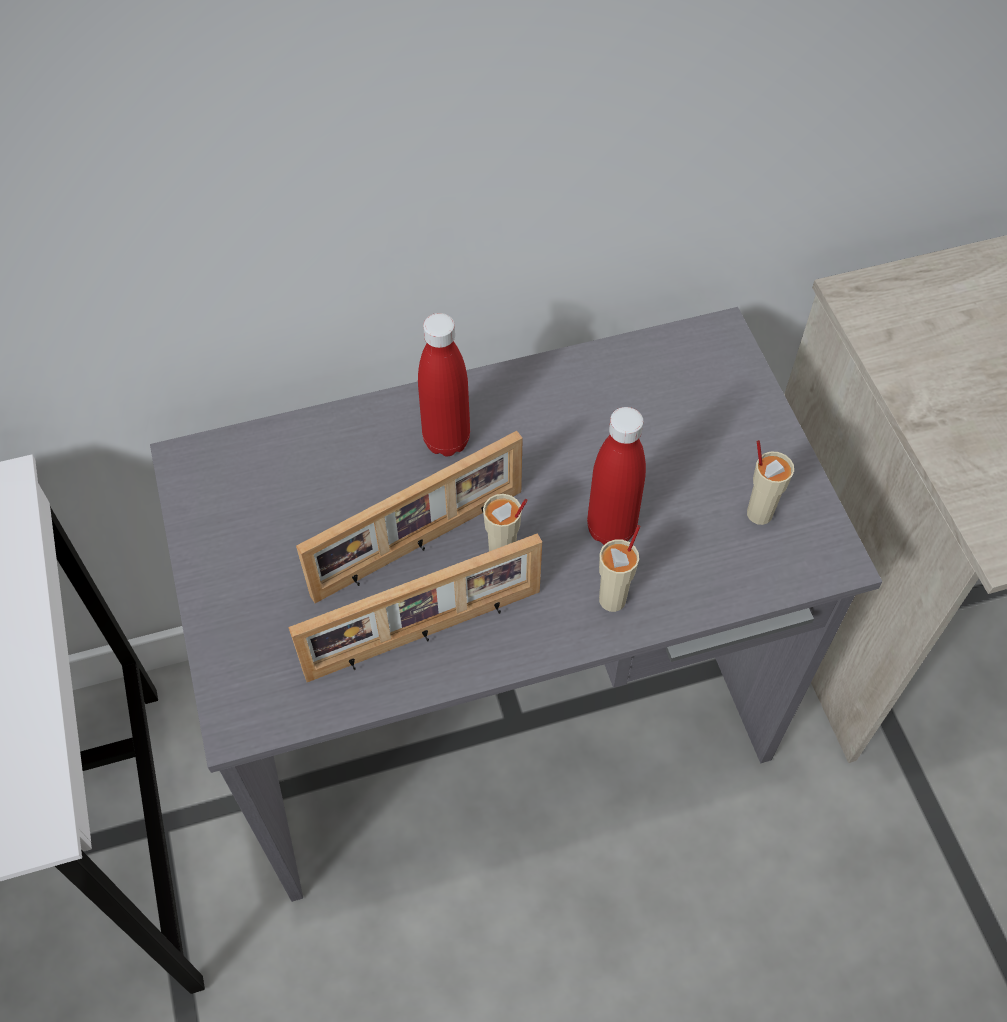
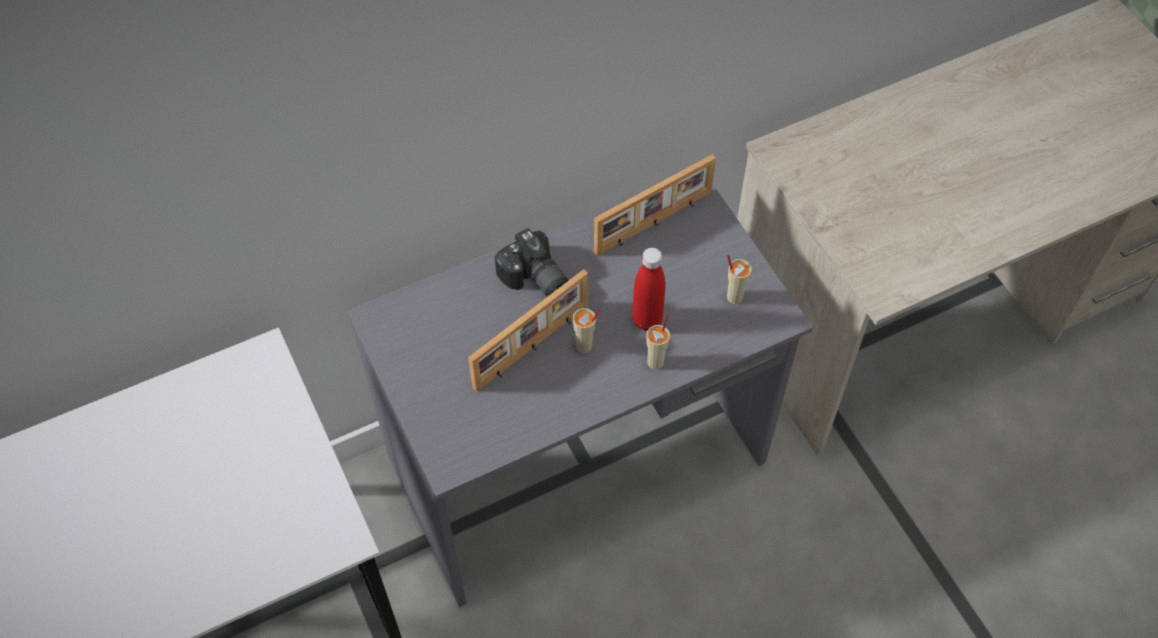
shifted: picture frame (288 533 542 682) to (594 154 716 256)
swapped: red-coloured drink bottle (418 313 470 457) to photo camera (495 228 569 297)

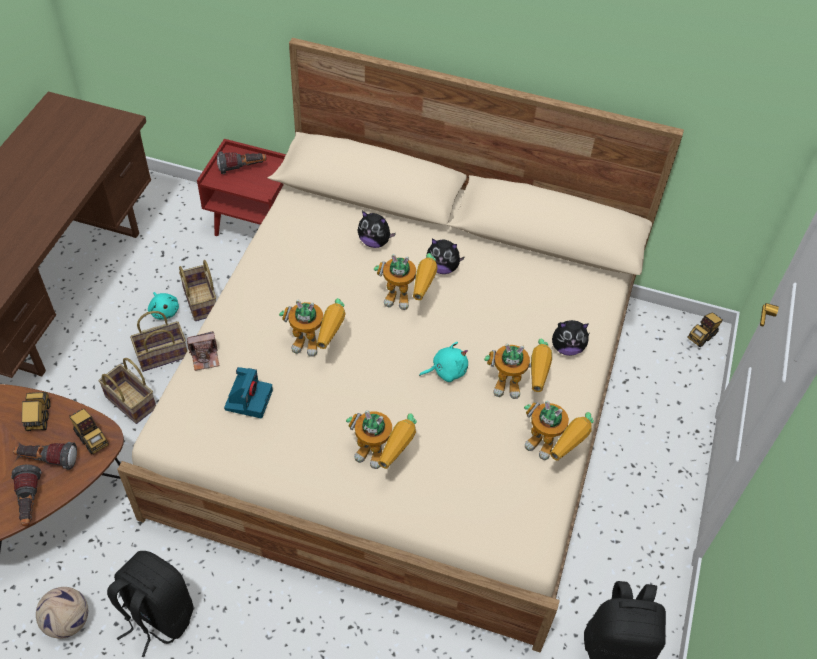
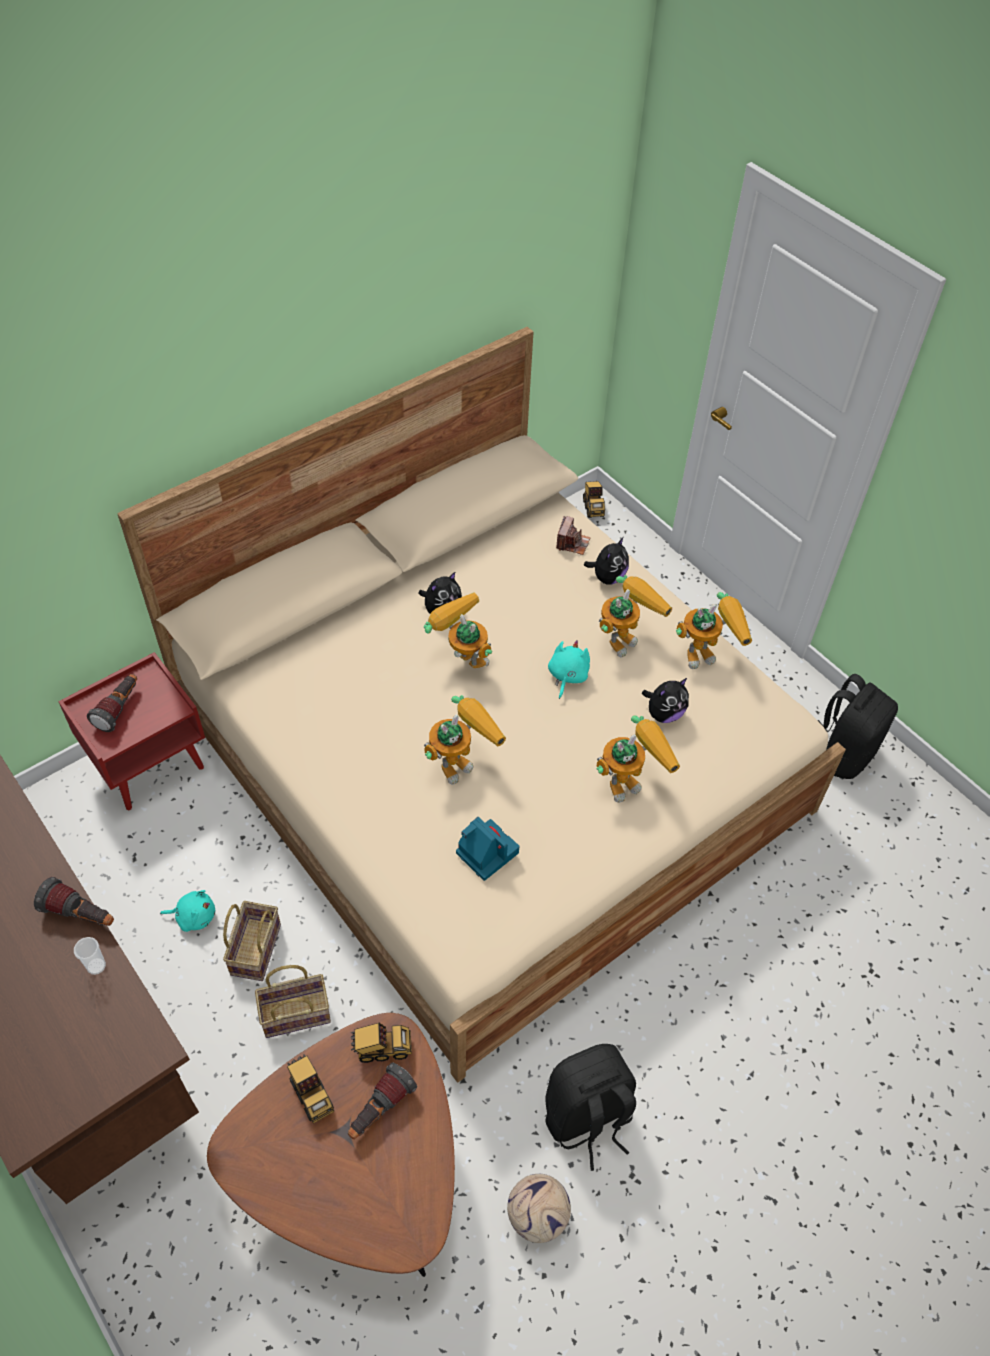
gone: storage basket (179 260 216 321)
new: small cup (74 937 106 975)
shifted: cuddly toy (357 211 396 248) to (642 678 689 723); photo camera (187 331 219 371) to (556 516 591 555); flashlight (11 464 42 526) to (34 877 114 926)
rotated: model robot (374 253 438 310) = (424 593 492 668) 90 degrees counterclockwise; model truck (22 392 50 431) = (287 1054 334 1124) 150 degrees counterclockwise

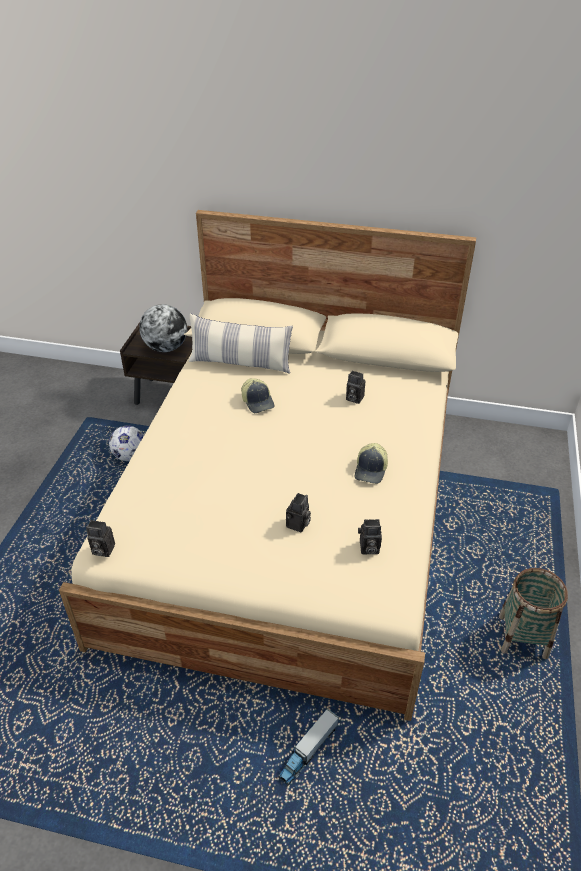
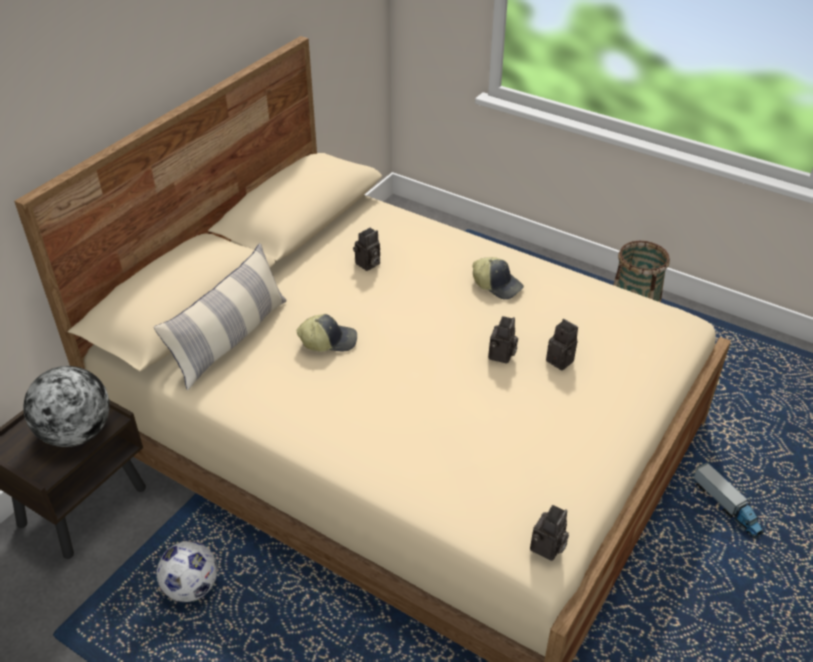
shifted: photo camera (358 519 382 554) to (488 316 518 364)

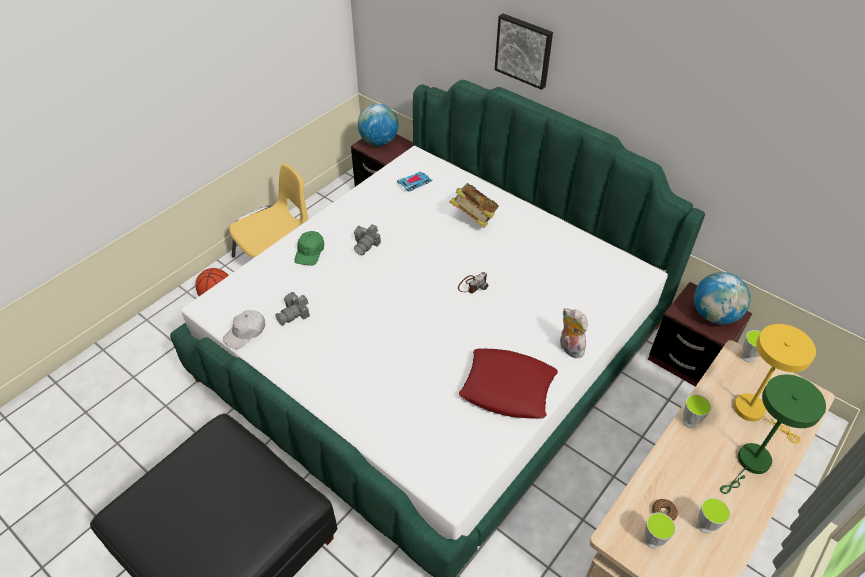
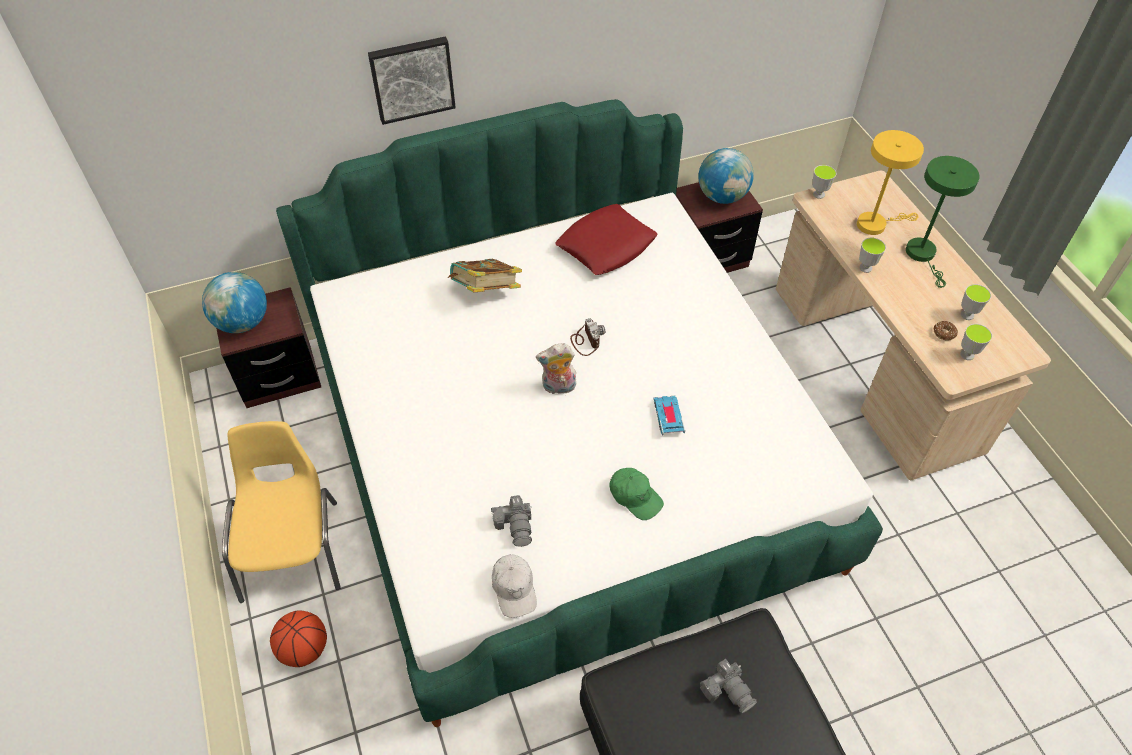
shifted: model car (397 172 432 191) to (653 396 685 435); photo camera (354 224 381 255) to (700 659 757 713); green-coloured baseball cap (294 231 324 266) to (609 468 664 520); cuddly toy (560 308 588 358) to (536 343 576 394); red-coloured cushion (459 349 558 419) to (556 204 658 275)

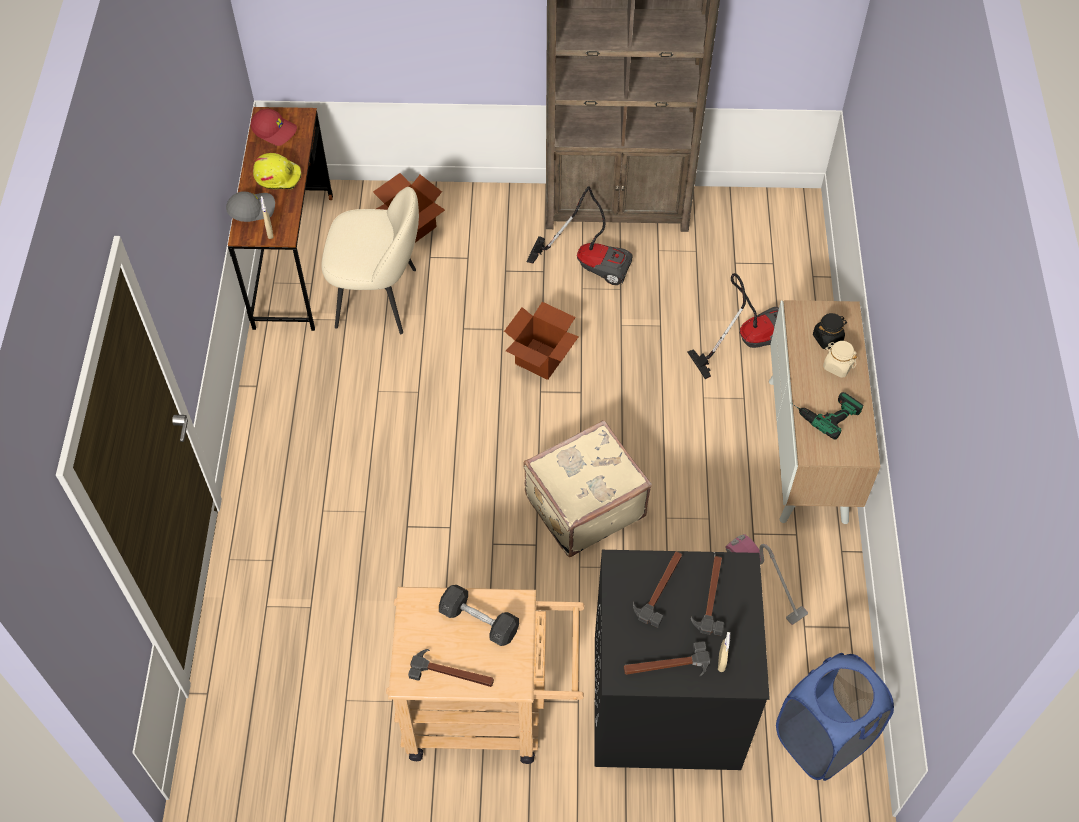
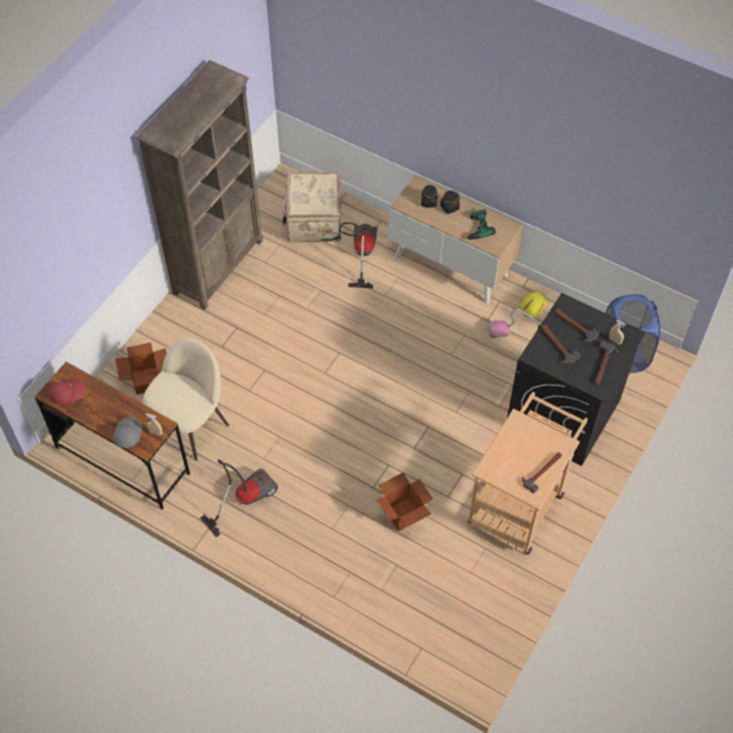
gone: grey dumbbell (439 585 519 646)
shifted: yellow-coloured safety helmet (253 153 301 189) to (519 291 547 317); vacuum cleaner (527 186 633 285) to (200 459 278 538); cardboard box (504 302 579 380) to (377 473 433 531); sand-coloured piece of luggage (523 420 652 557) to (283 172 342 242)
repainted: sand-coloured jar (823 341 857 378) to black jar (440 190 460 214)

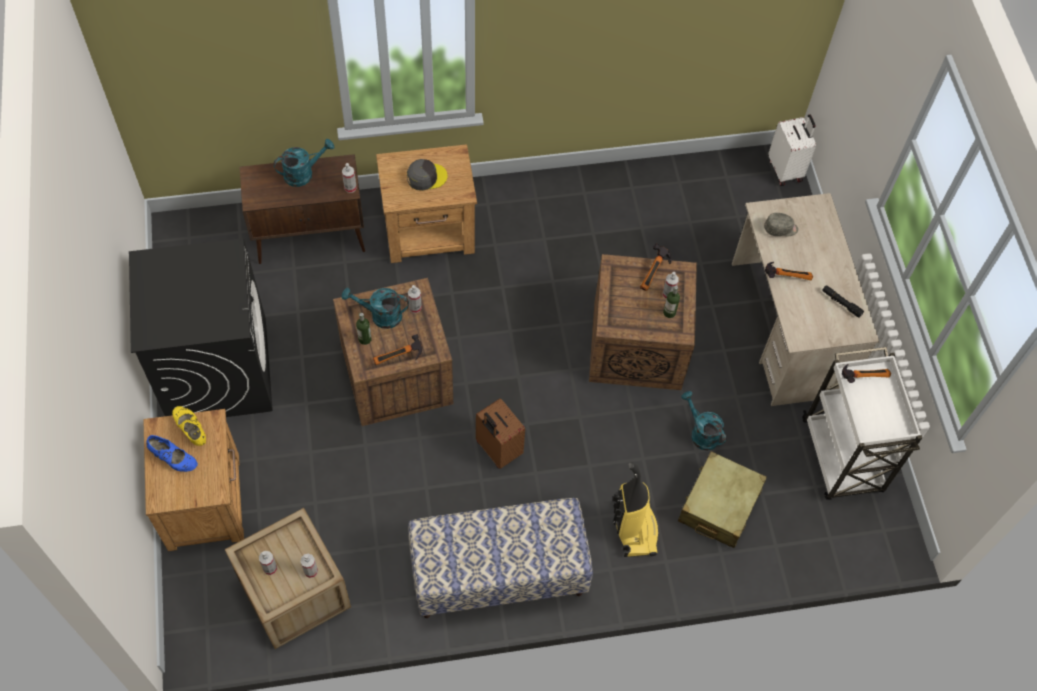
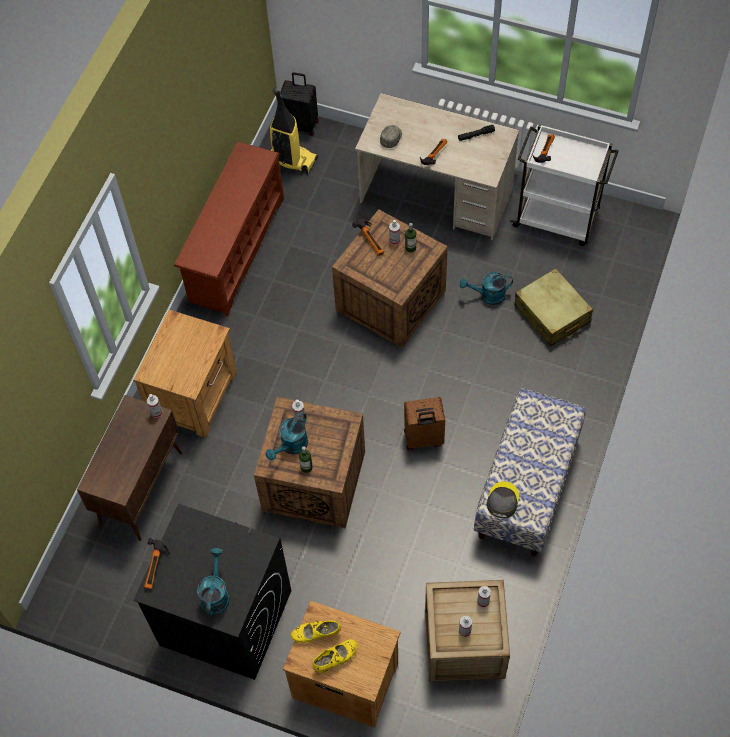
new: brownish shoe shelf (174 141 284 316)
shifted: turquoise-coloured watering pot (273 139 334 187) to (197 548 229 616); grey baseball cap (407 159 448 191) to (487 481 519 518); hand hammer (373 334 422 365) to (144 538 170 590); vacuum cleaner (613 462 659 557) to (270 88 318 175)
repainted: whitish piece of luggage (768 114 816 186) to black piece of luggage (280 72 318 136); bluish item of footwear (146 435 198 472) to yellow-coloured item of footwear (313 639 358 673)

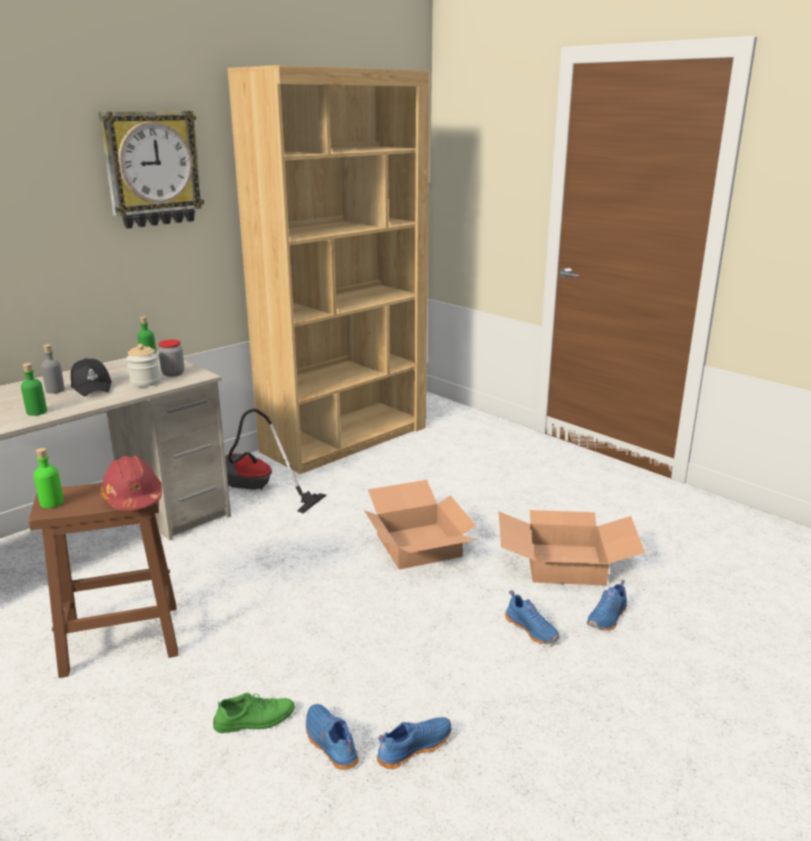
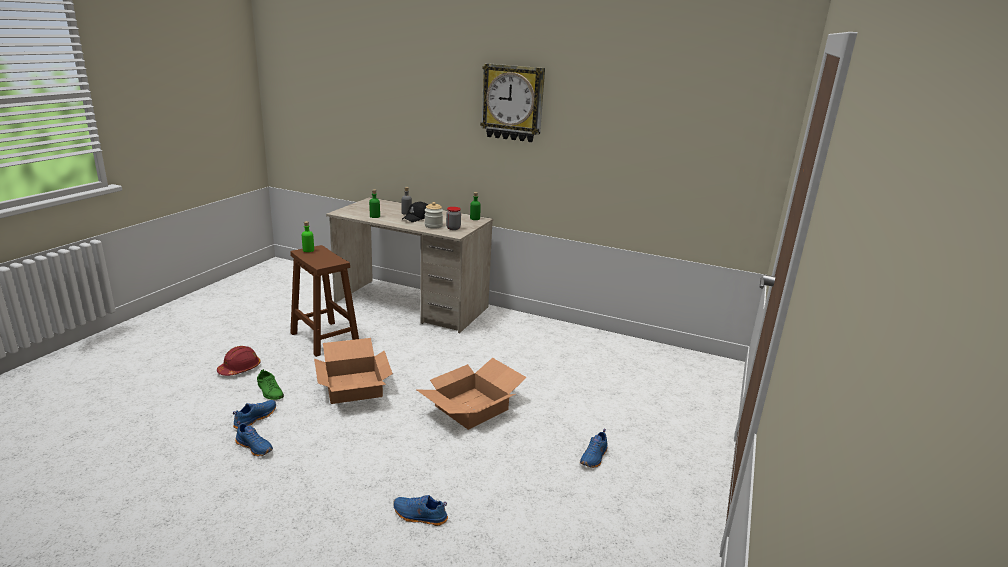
gone: brownish bookcase (227 65 430 474); vacuum cleaner (225 409 326 513)
shifted: red-coloured safety helmet (100 456 162 510) to (217 346 261 376); cardboard box (498 510 645 586) to (314 338 393 404); bluish item of footwear (505 590 559 644) to (580 428 608 468)

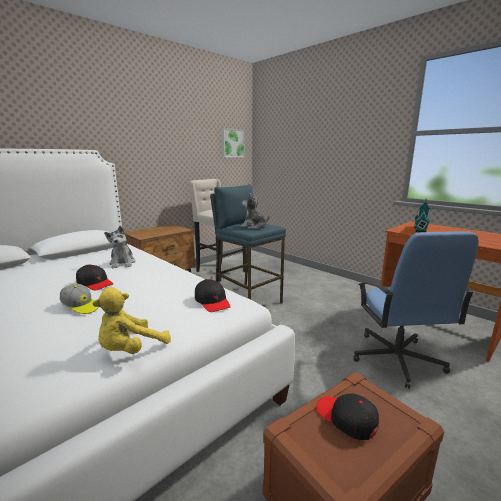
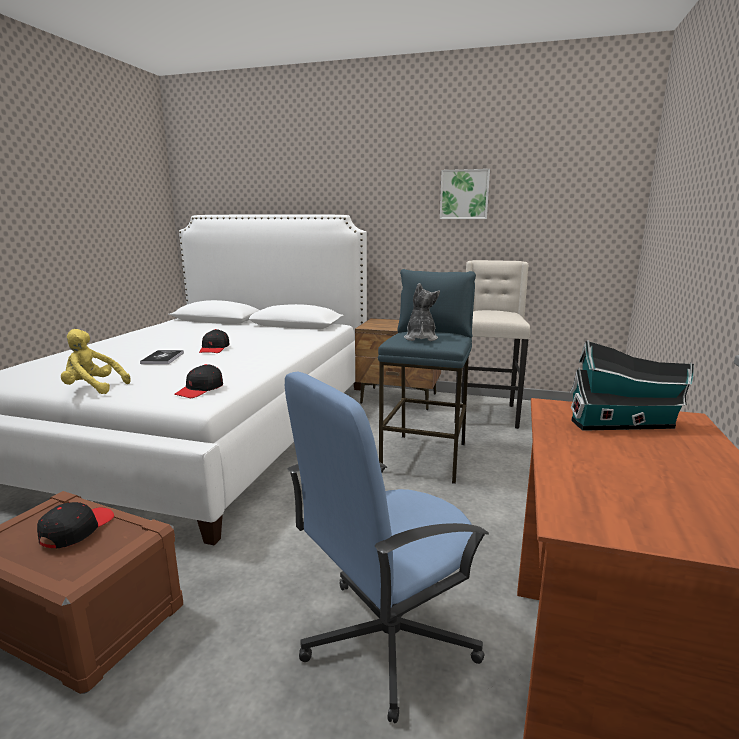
gone: cuddly toy (104 226 136 268)
shifted: wall picture (222 128 244 157) to (440 169 490 219)
swapped: baseball cap (60 284 98 314) to bound book (140 350 184 364)

